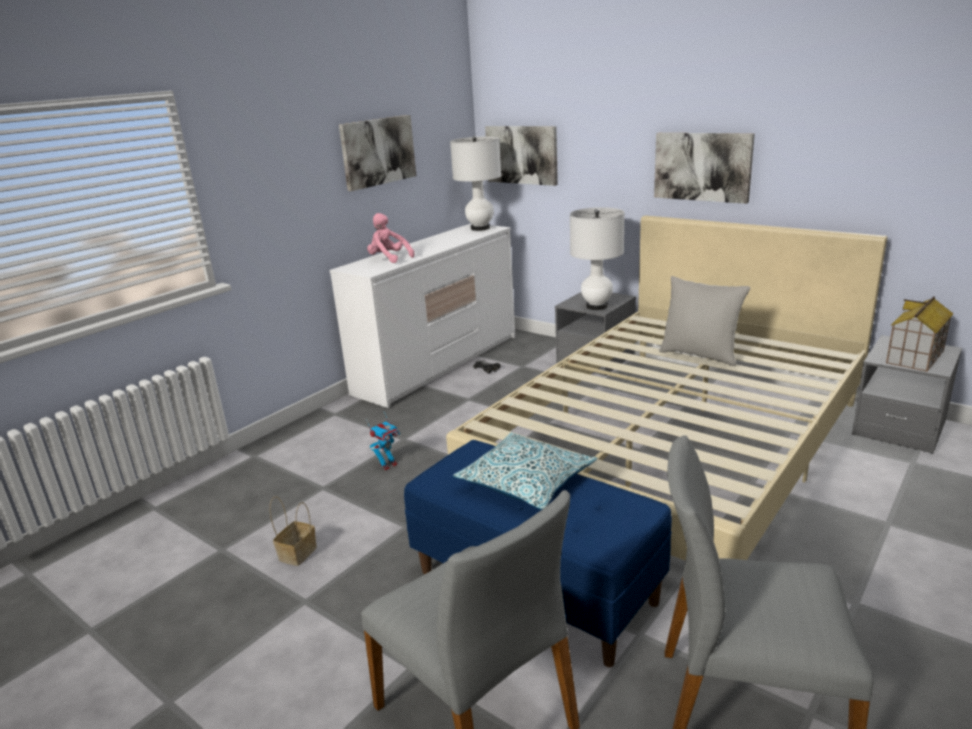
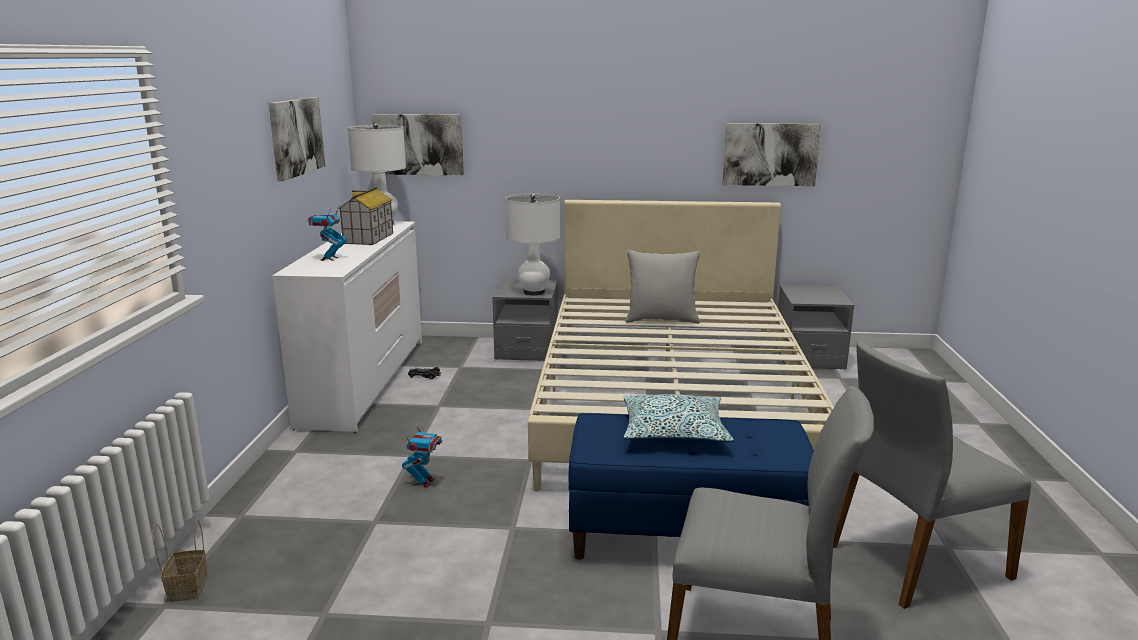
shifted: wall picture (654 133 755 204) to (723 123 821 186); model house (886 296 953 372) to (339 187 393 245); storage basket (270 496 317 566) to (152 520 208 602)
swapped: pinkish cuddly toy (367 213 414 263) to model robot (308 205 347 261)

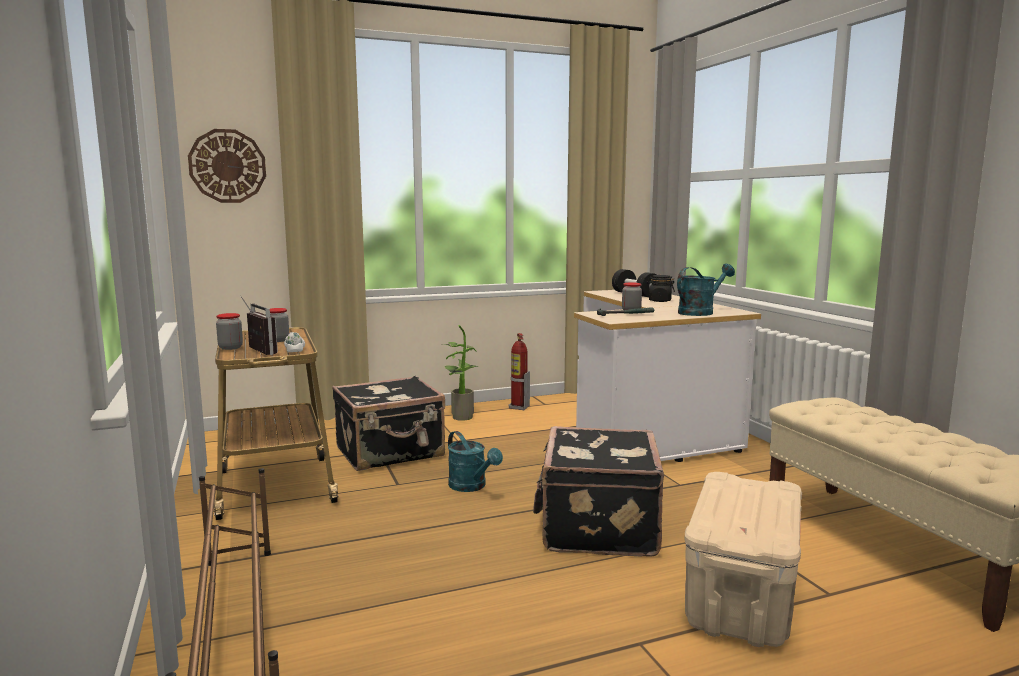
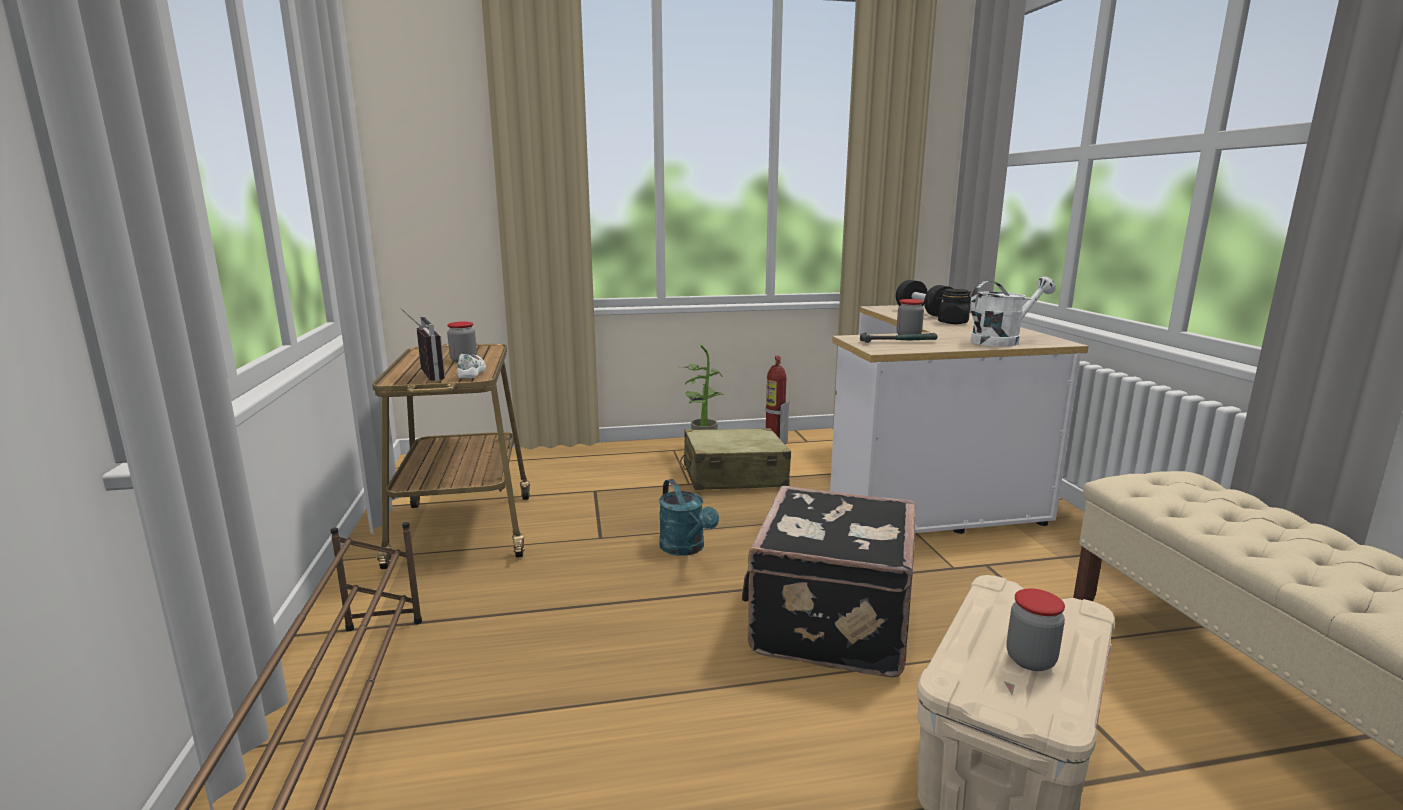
gone: clock on the wall (188 129 266 203); black piece of luggage (332 376 445 471)
new: sand-coloured piece of luggage (680 428 791 490)
shifted: jar (216 313 243 350) to (1007 589 1065 671)
repainted: turquoise-coloured watering pot (677 264 735 316) to whitish watering pot (970 276 1055 347)

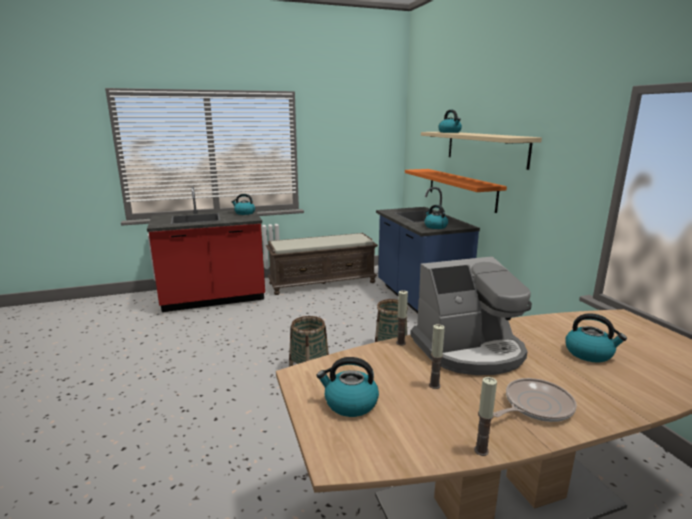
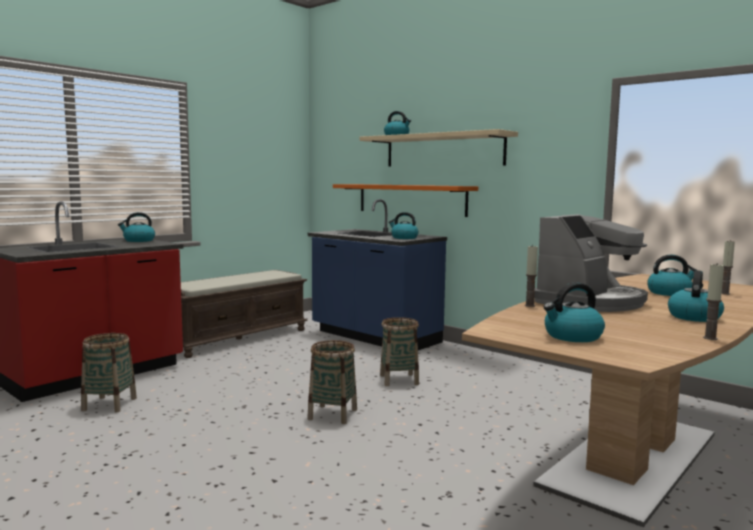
new: storage basket (81 333 137 412)
shifted: wax candle (429 324 445 389) to (722 241 735 295)
swapped: pan (493 378 577 422) to tea kettle (668 270 724 322)

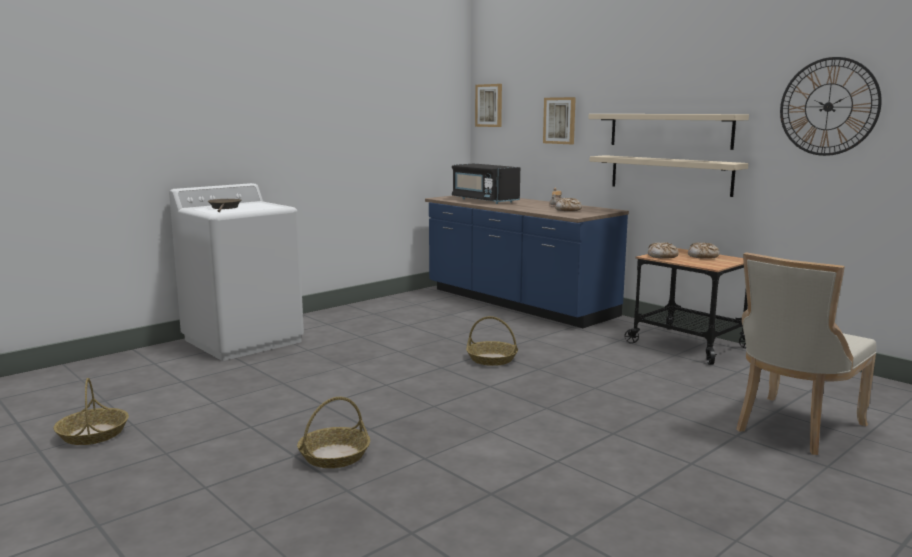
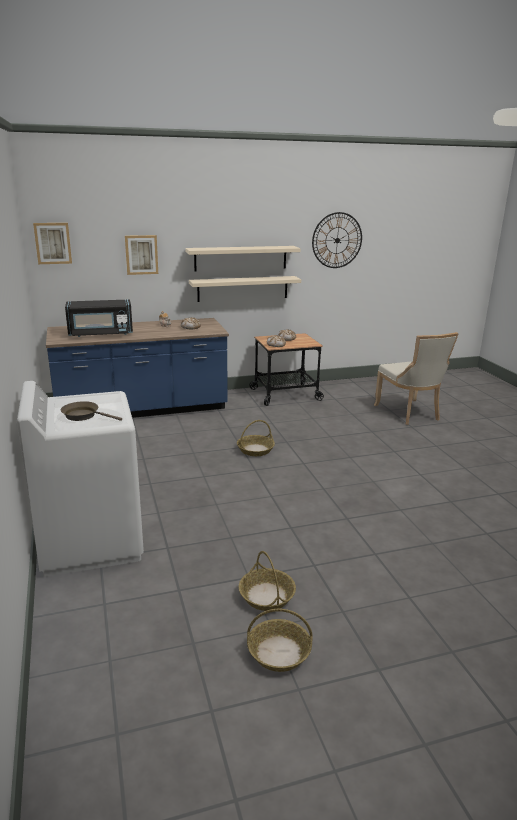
shifted: storage basket (297 397 370 468) to (239 551 296 611)

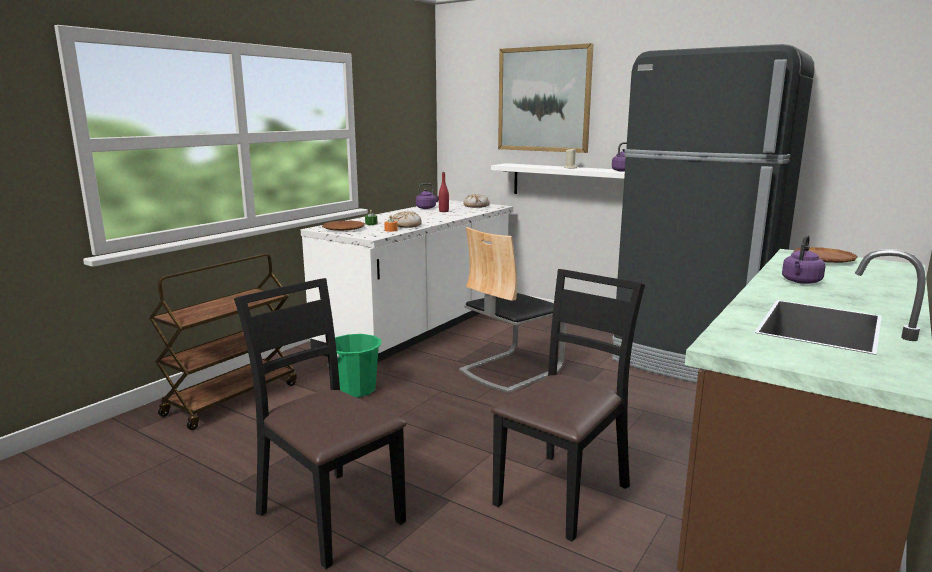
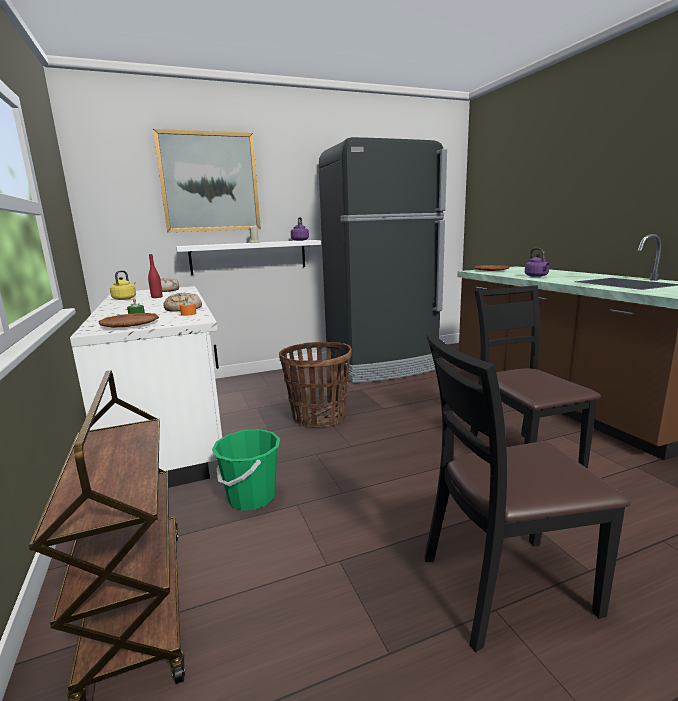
swapped: chair (459 227 567 393) to storage basket (279 342 352 427)
repainted: purple-coloured tea kettle (416 183 439 209) to yellow-coloured tea kettle (110 270 136 300)

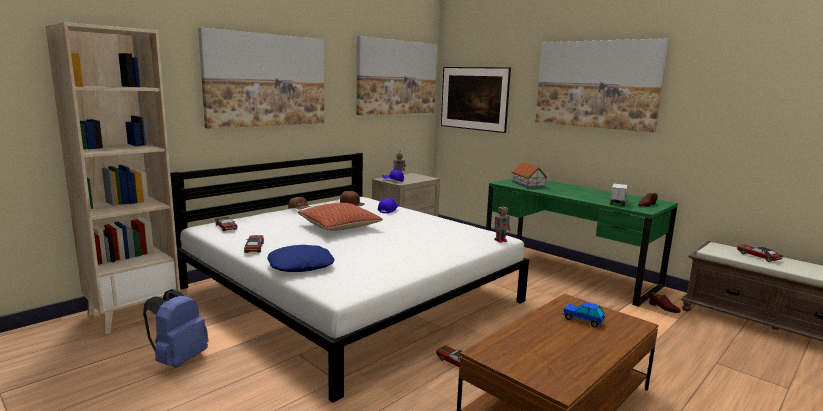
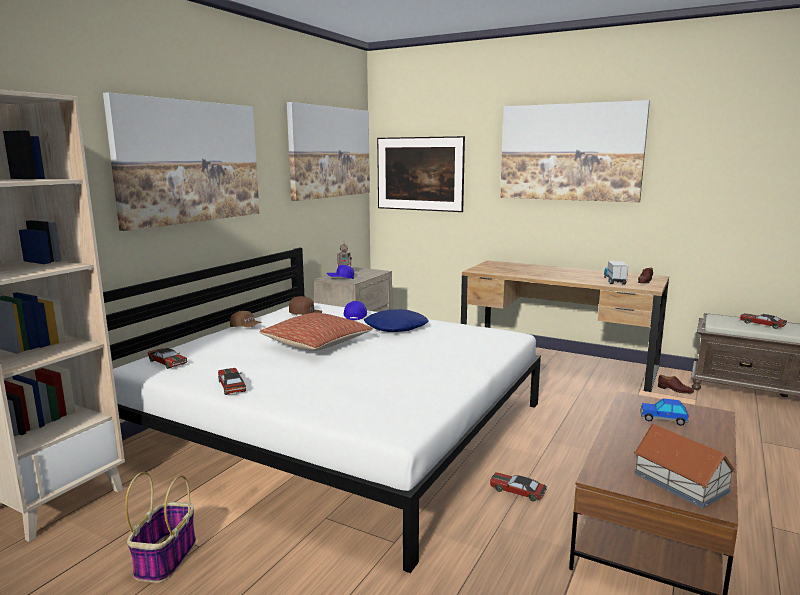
gone: model robot (494 204 511 243)
shifted: model house (512 162 547 188) to (634 424 736 509); bluish cushion (267 245 335 272) to (364 309 429 332)
swapped: bluish knapsack (143 289 208 367) to storage basket (125 472 196 583)
repainted: green-coloured desk table (486 178 678 307) to brownish desk table (461 260 669 392)

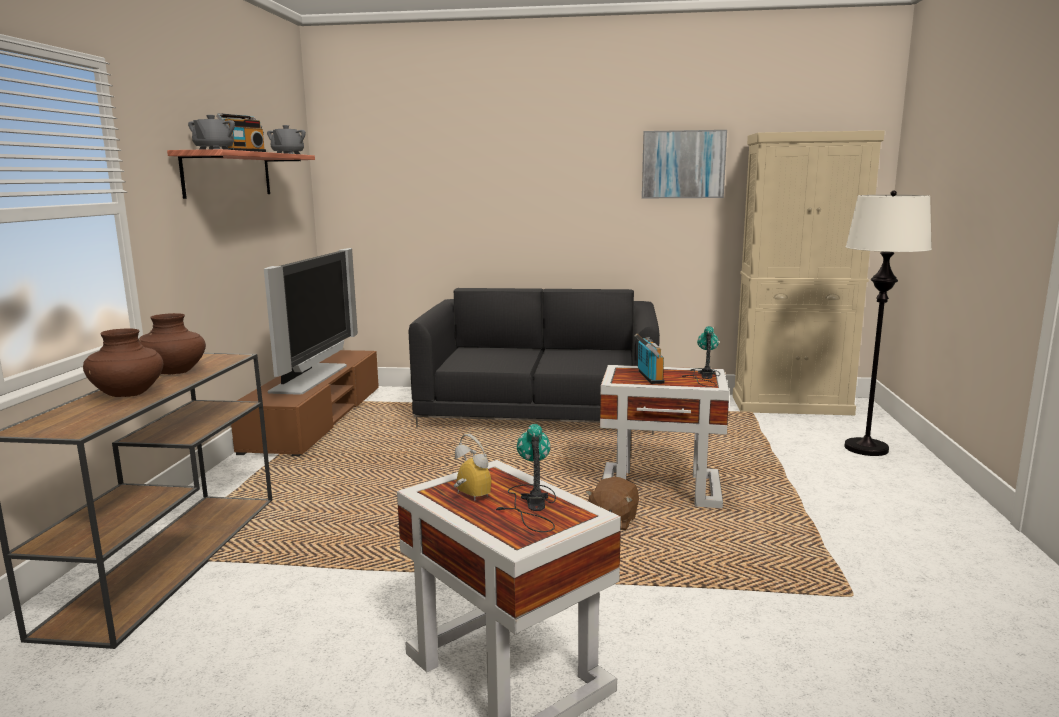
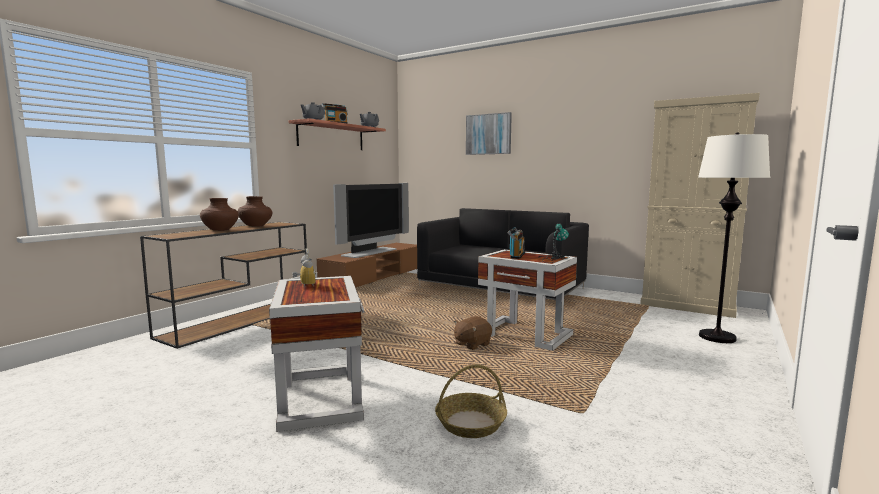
gone: tabletop lamp (494 424 556 532)
new: storage basket (435 365 507 438)
shifted: wall picture (642 130 727 198) to (466 112 512 155)

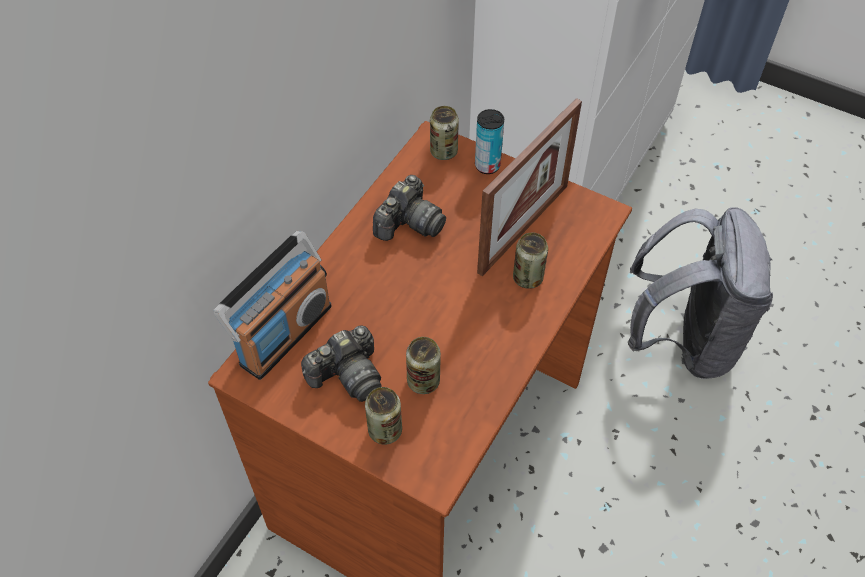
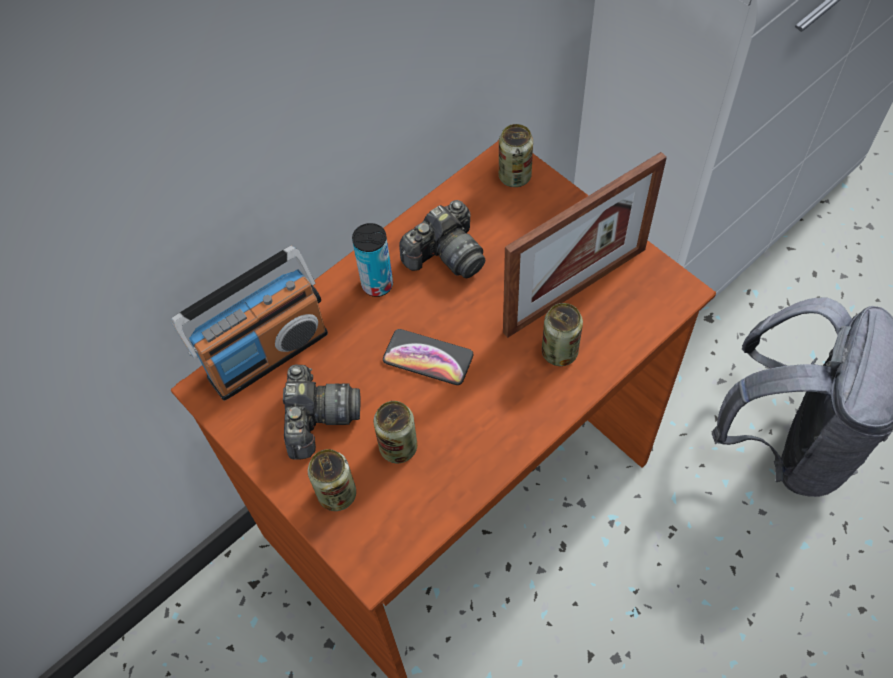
new: handset (383 329 474 385)
shifted: metal can (475 109 504 174) to (352 223 393 297)
rotated: photo camera (301 326 382 402) = (283 364 361 459) 75 degrees counterclockwise

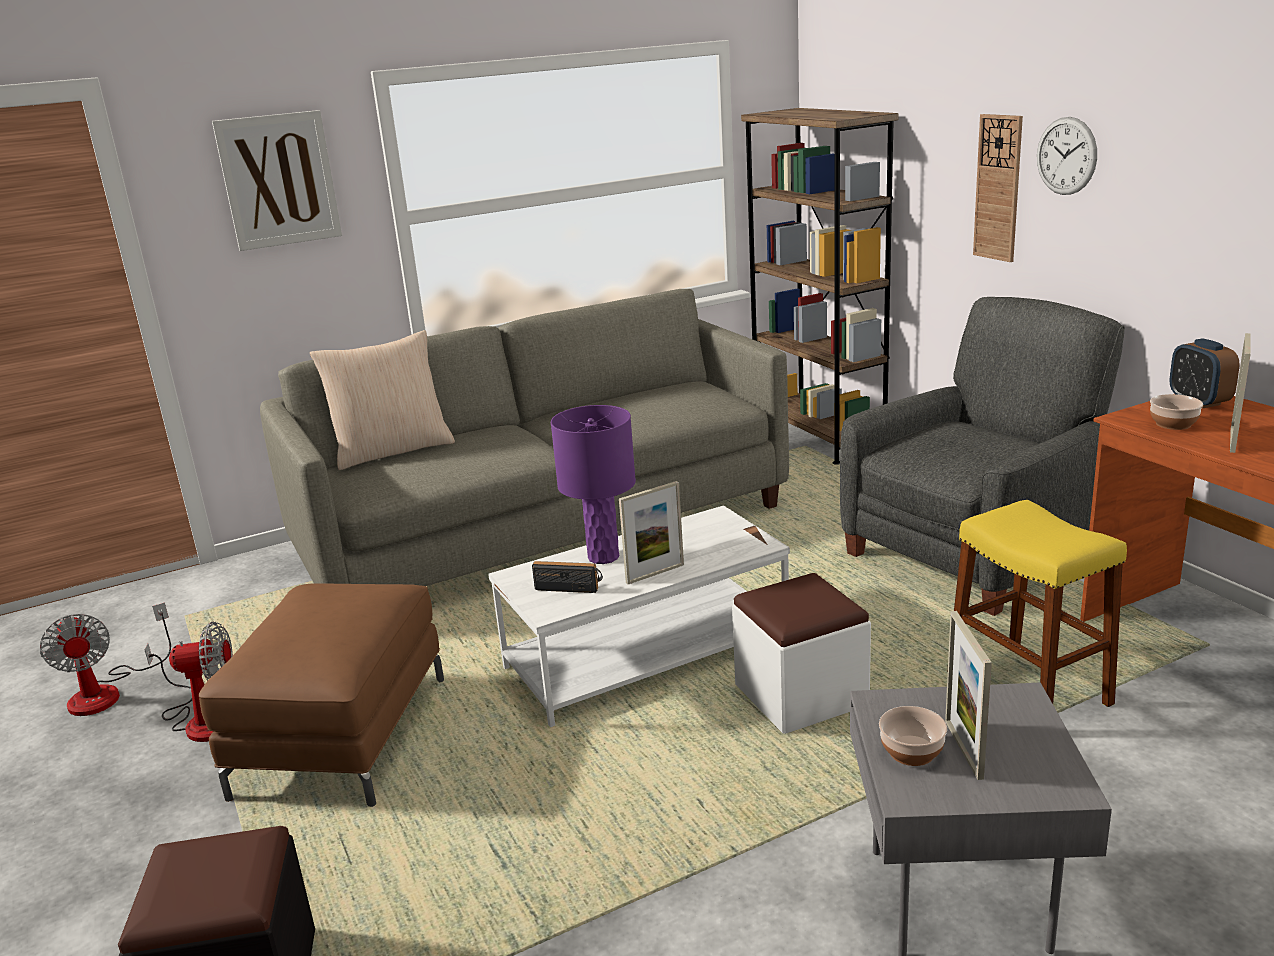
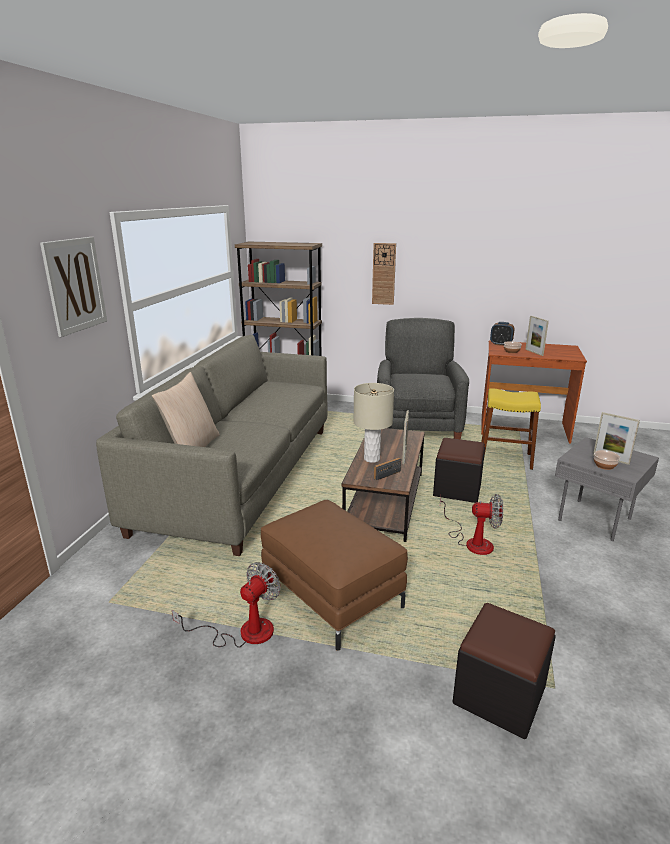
gone: clock on the wall (1037 117 1097 195)
shifted: cooling fan (40 602 171 716) to (440 494 503 555)
repainted: purple-coloured tabletop lamp (551 405 636 564) to sand-coloured tabletop lamp (353 383 394 463); whitish lounge table (488 505 790 727) to brownish lounge table (342 428 425 542); whitish footrest (732 573 871 734) to black footrest (433 438 485 503)

